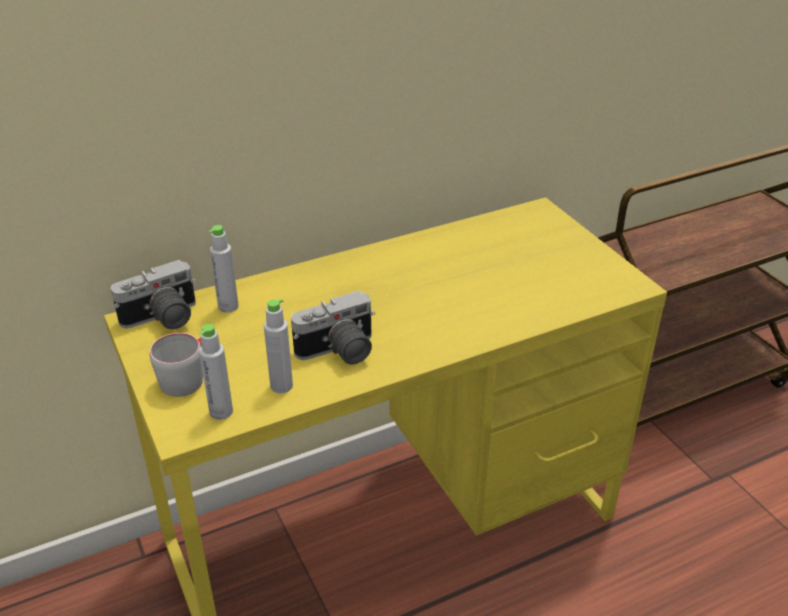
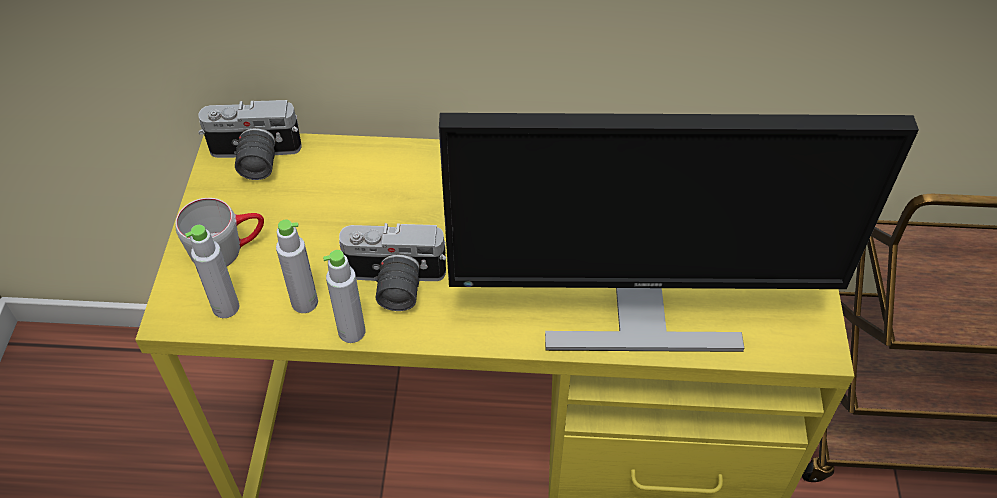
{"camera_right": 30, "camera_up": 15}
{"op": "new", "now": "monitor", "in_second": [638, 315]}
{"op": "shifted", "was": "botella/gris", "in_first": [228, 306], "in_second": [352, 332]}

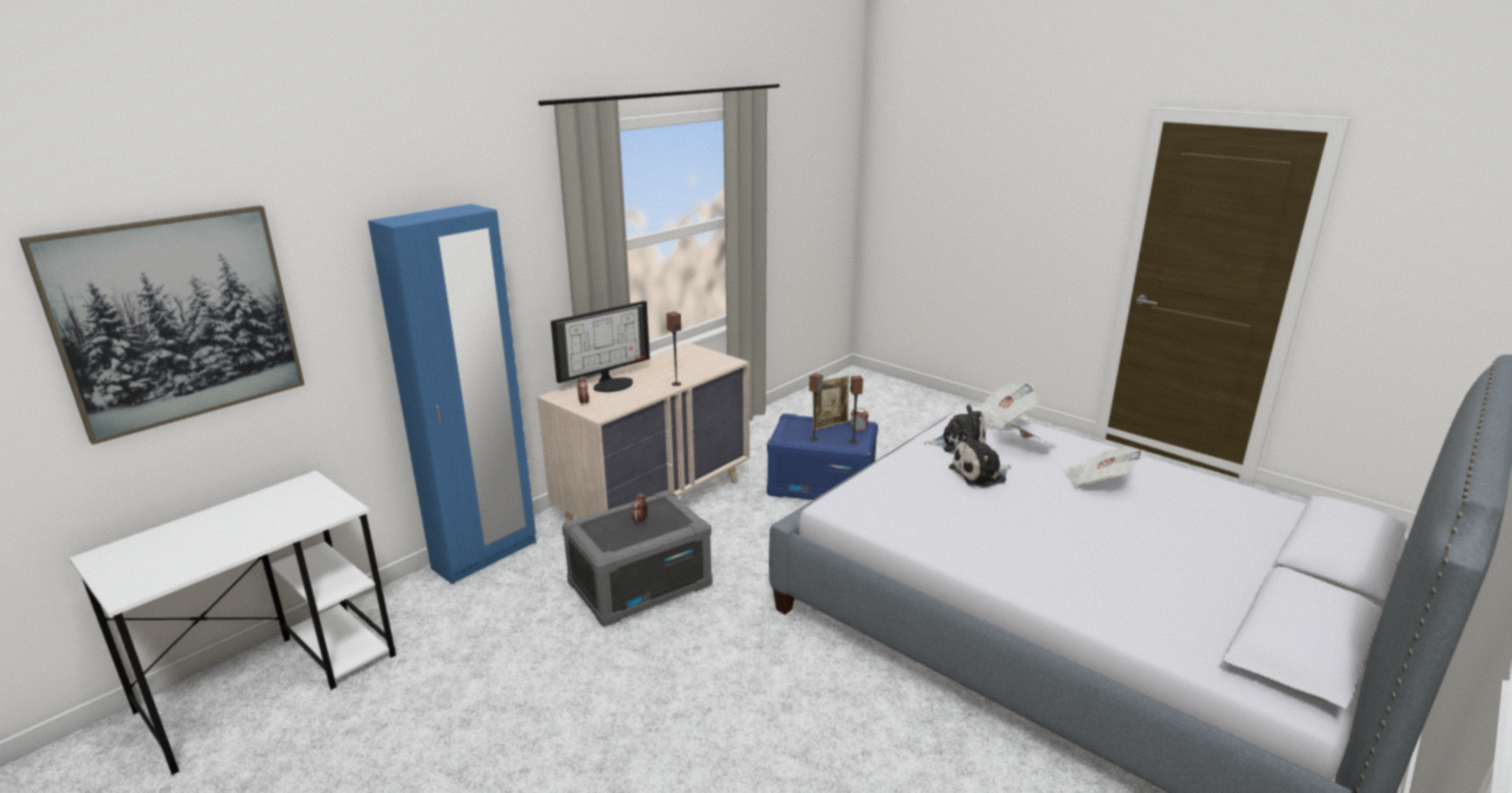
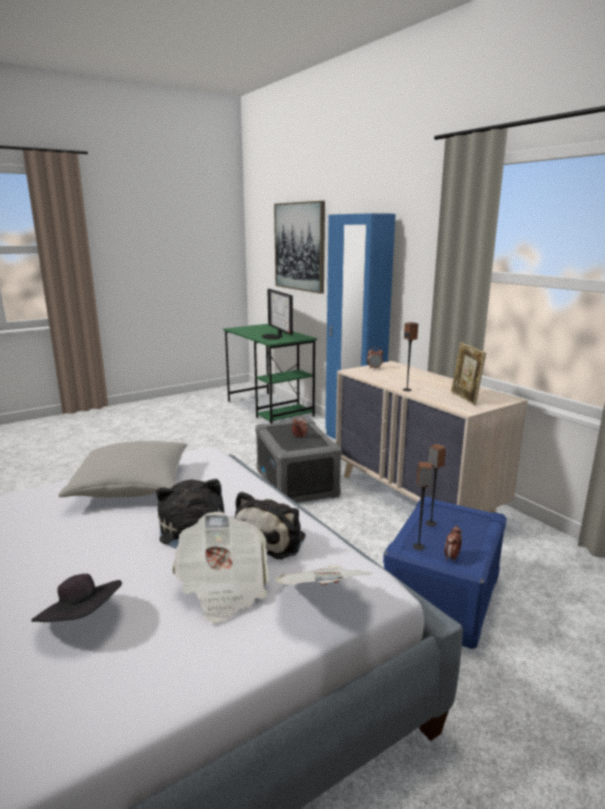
{"camera_right": 105, "camera_up": -5}
{"op": "new", "now": "cojín/gris", "in_second": [131, 486]}
{"op": "shifted", "was": "monitor", "in_first": [611, 383], "in_second": [274, 337]}
{"op": "shifted", "was": "portarretratos", "in_first": [830, 425], "in_second": [465, 398]}
{"op": "swapped", "was": "periódico", "now": "sombrero/negro", "in_first": [1098, 482], "in_second": [83, 620]}
{"op": "repainted", "was": "escritorio/blanco", "now": "escritorio/verde", "in_first": [272, 681], "in_second": [270, 408]}

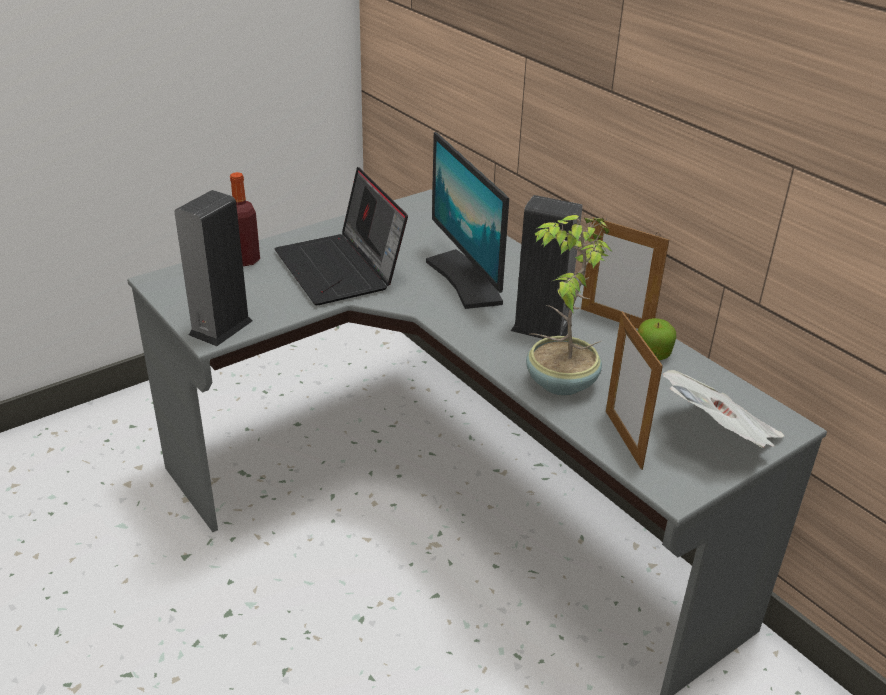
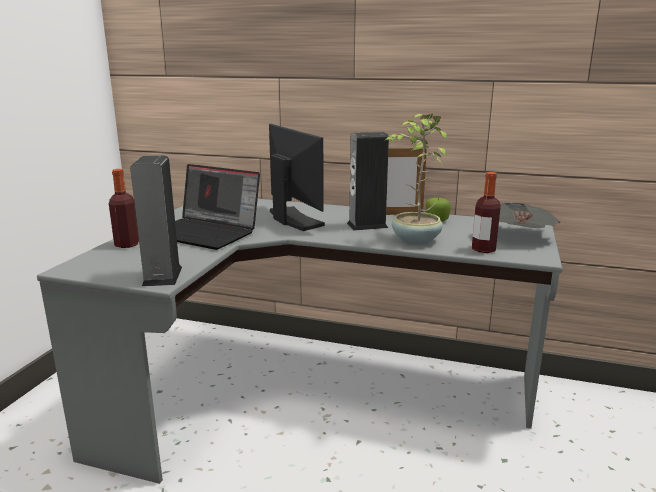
{"camera_right": -35, "camera_up": -15}
{"op": "swapped", "was": "portarretratos", "now": "botella", "in_first": [623, 439], "in_second": [483, 249]}
{"op": "rotated", "was": "monitor", "in_first": [467, 280], "in_second": [293, 219], "clockwise": -150}

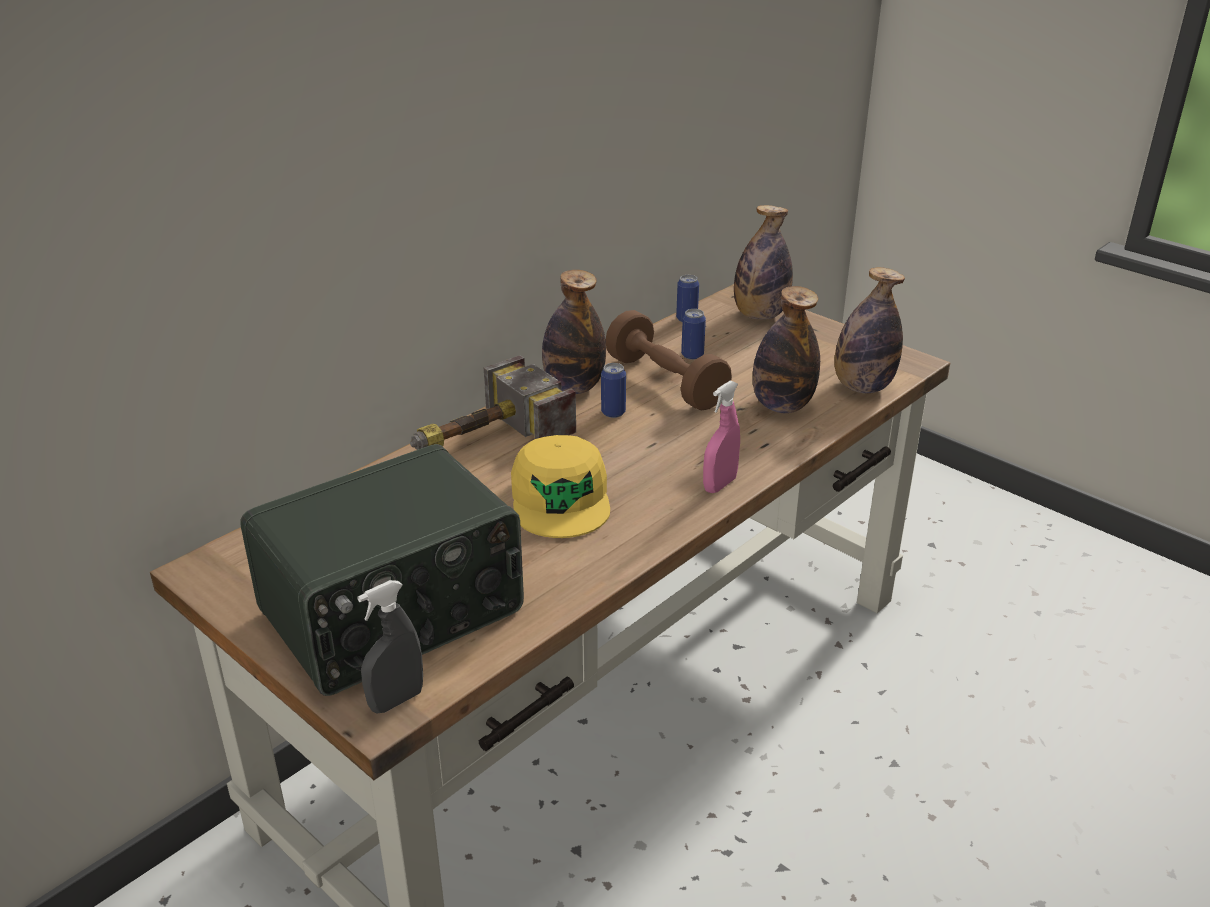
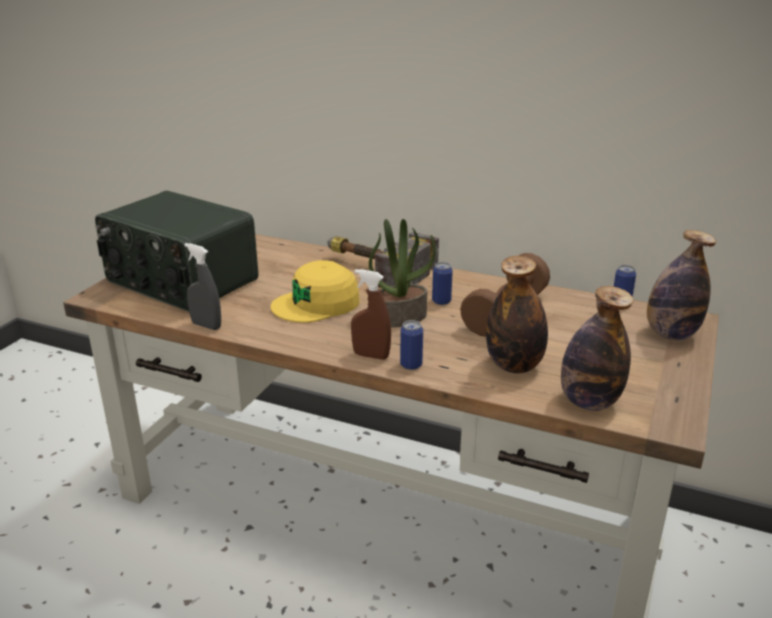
{"camera_right": 70, "camera_up": -5}
{"op": "gone", "was": "botella", "in_first": [574, 387]}
{"op": "new", "now": "planta en maceta", "in_second": [400, 317]}
{"op": "shifted", "was": "pulverizador/gris", "in_first": [396, 700], "in_second": [206, 326]}
{"op": "shifted", "was": "lata", "in_first": [692, 355], "in_second": [411, 365]}
{"op": "repainted", "was": "pulverizador/rosa", "now": "pulverizador/marrón", "in_first": [720, 485], "in_second": [371, 355]}

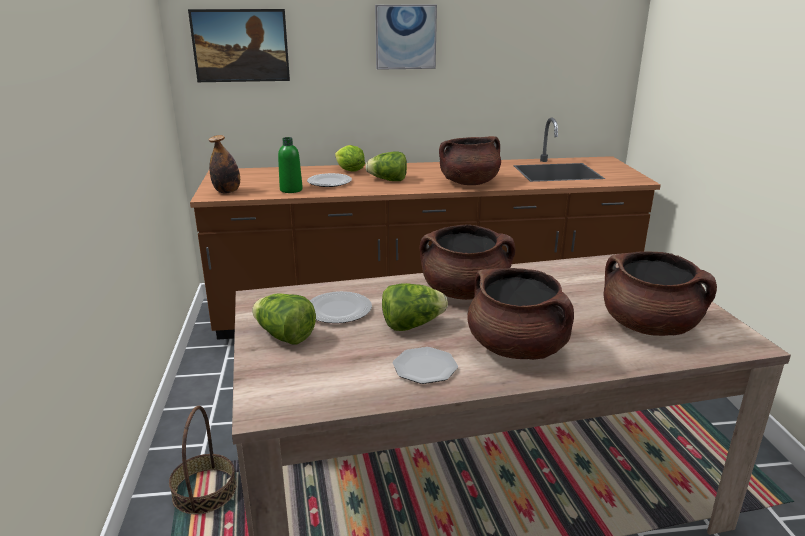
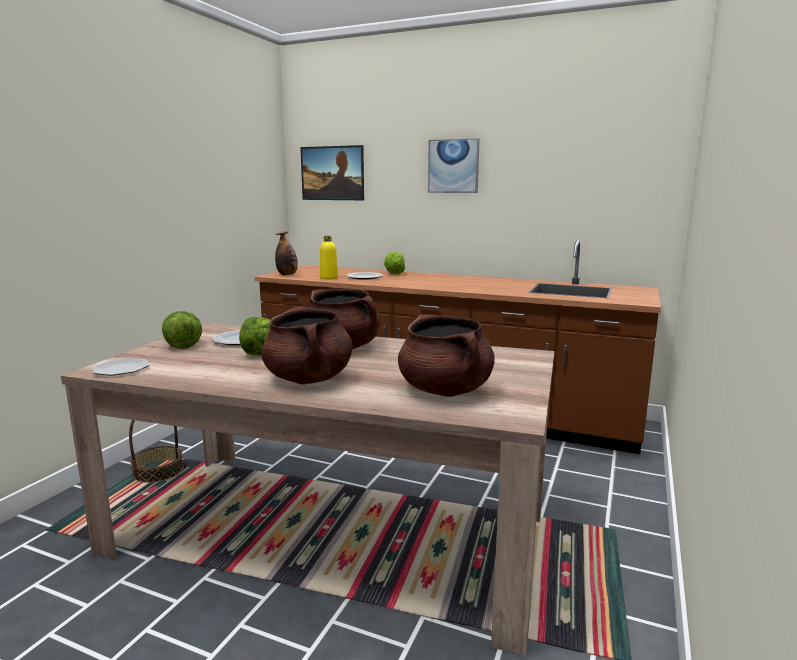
{"camera_right": 30, "camera_up": -10}
{"op": "gone", "was": "lechuga", "in_first": [388, 180]}
{"op": "gone", "was": "olla/marrón", "in_first": [469, 183]}
{"op": "shifted", "was": "plato", "in_first": [424, 367], "in_second": [121, 369]}
{"op": "repainted", "was": "botella/verde", "now": "botella/amarillo", "in_first": [291, 190], "in_second": [328, 278]}

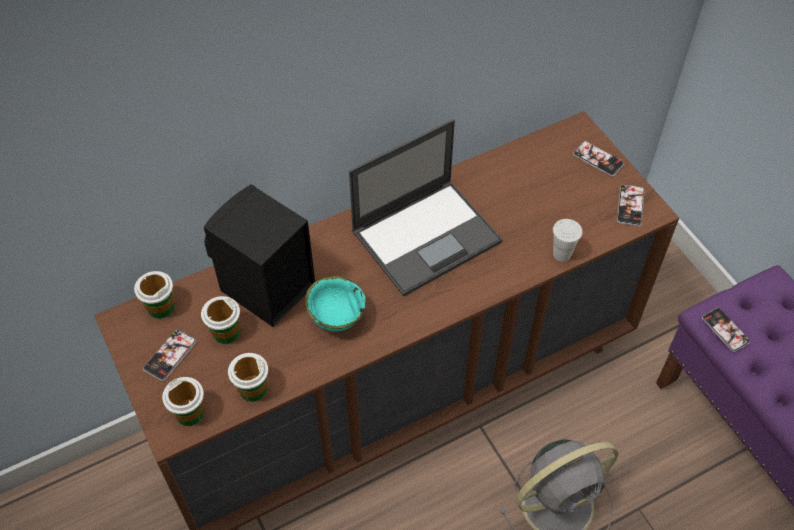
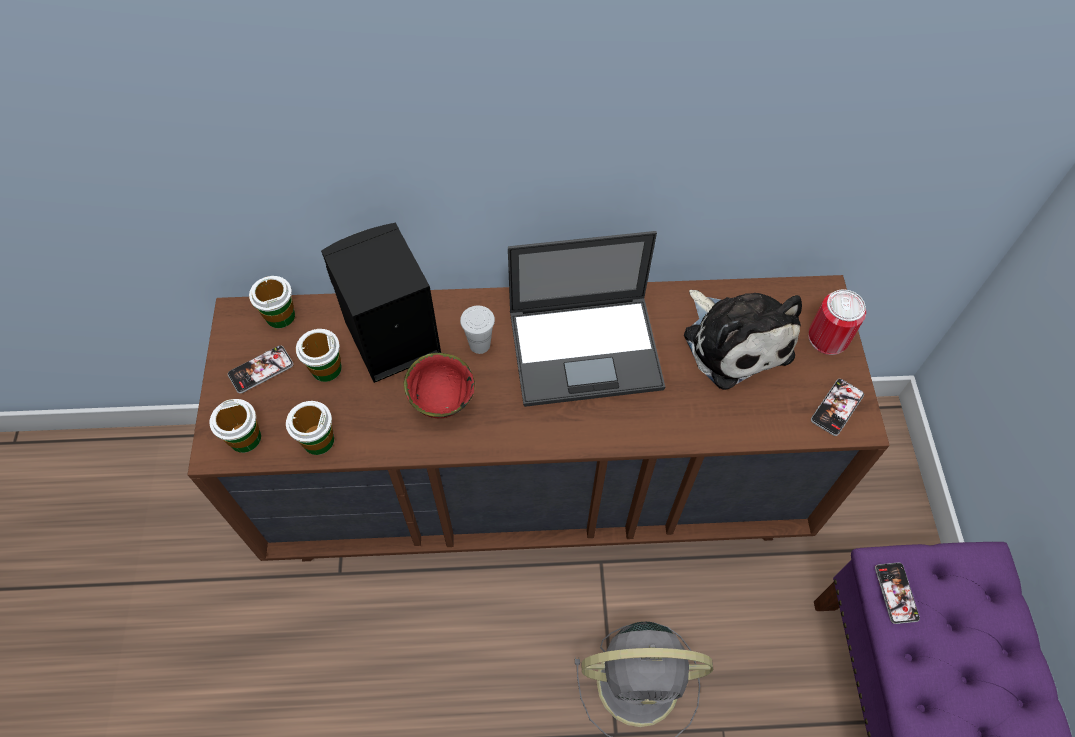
{"camera_right": 25, "camera_up": 5}
{"op": "new", "now": "peluche", "in_second": [734, 340]}
{"op": "shifted", "was": "taza/blanco", "in_first": [562, 254], "in_second": [479, 345]}
{"op": "swapped", "was": "móvil", "now": "lata", "in_first": [598, 159], "in_second": [828, 338]}
{"op": "repainted", "was": "cuenco/turquesa", "now": "cuenco/rojo", "in_first": [336, 317], "in_second": [442, 400]}

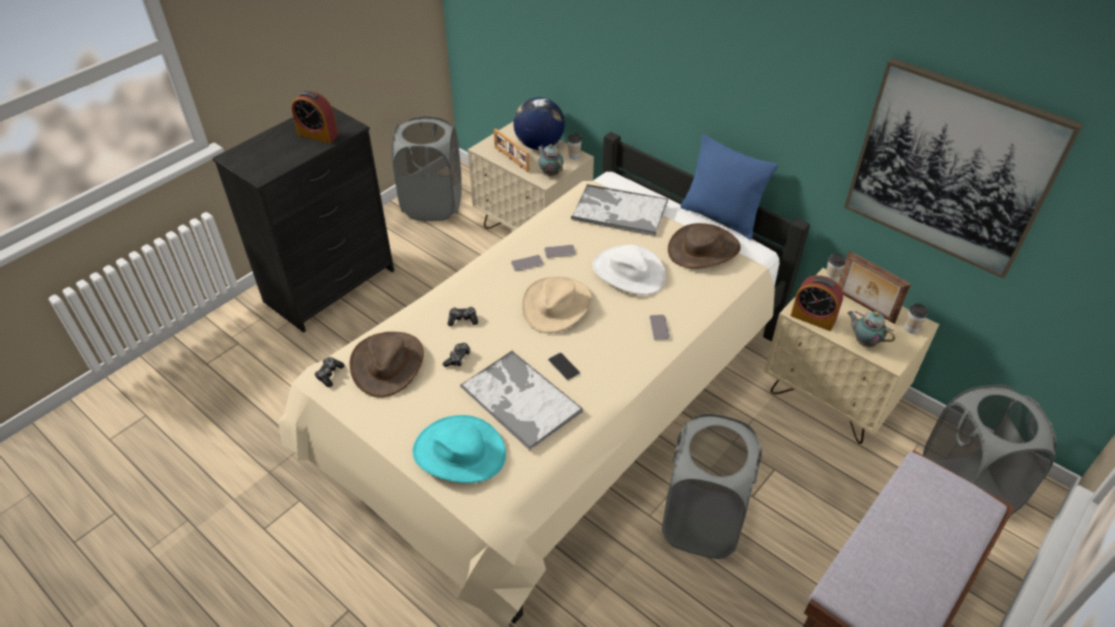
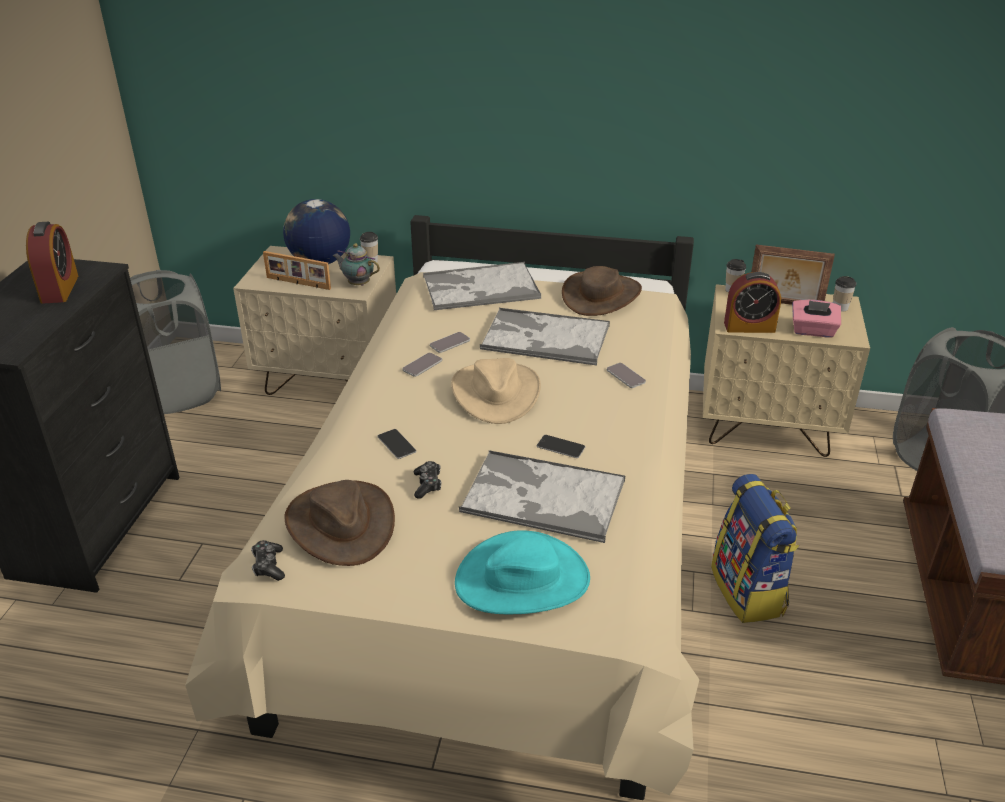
{"camera_right": -30, "camera_up": -10}
{"op": "gone", "was": "cojín/azul", "in_first": [721, 218]}
{"op": "gone", "was": "cuadro", "in_first": [951, 168]}
{"op": "swapped", "was": "mando de consola", "now": "móvil", "in_first": [463, 319], "in_second": [396, 444]}
{"op": "swapped", "was": "sombrero/blanco", "now": "bandeja", "in_first": [628, 272], "in_second": [544, 338]}
{"op": "swapped", "was": "cesto de la ropa/gris", "now": "mochila", "in_first": [702, 521], "in_second": [749, 591]}
{"op": "swapped", "was": "tetera", "now": "caja de pañuelos/rosa", "in_first": [864, 342], "in_second": [813, 331]}
{"op": "rotated", "was": "despertador", "in_first": [318, 135], "in_second": [59, 289], "clockwise": -90}

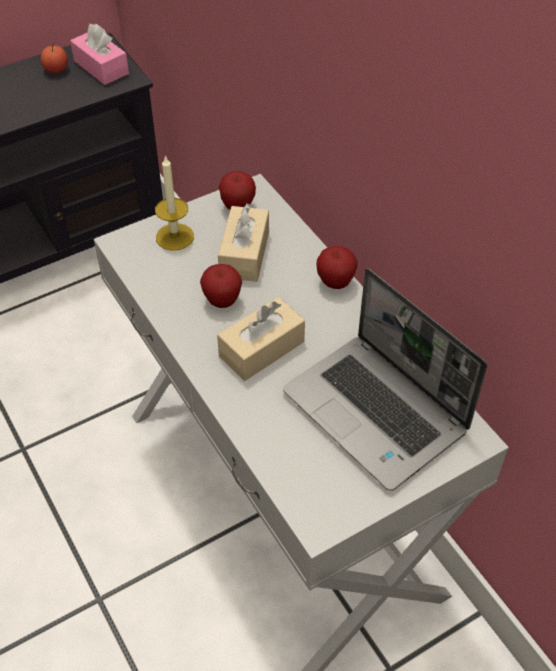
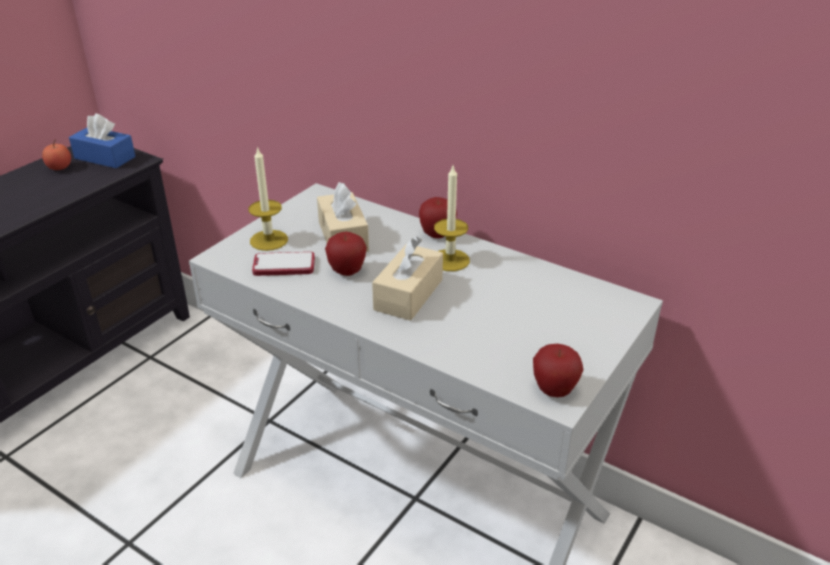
{"camera_right": -25, "camera_up": -15}
{"op": "gone", "was": "portátil", "in_first": [377, 412]}
{"op": "new", "now": "móvil", "in_second": [284, 265]}
{"op": "new", "now": "vela", "in_second": [450, 260]}
{"op": "shifted", "was": "manzana", "in_first": [238, 207], "in_second": [554, 391]}
{"op": "repainted", "was": "caja de pañuelos/rosa", "now": "caja de pañuelos/azul", "in_first": [101, 67], "in_second": [105, 157]}

